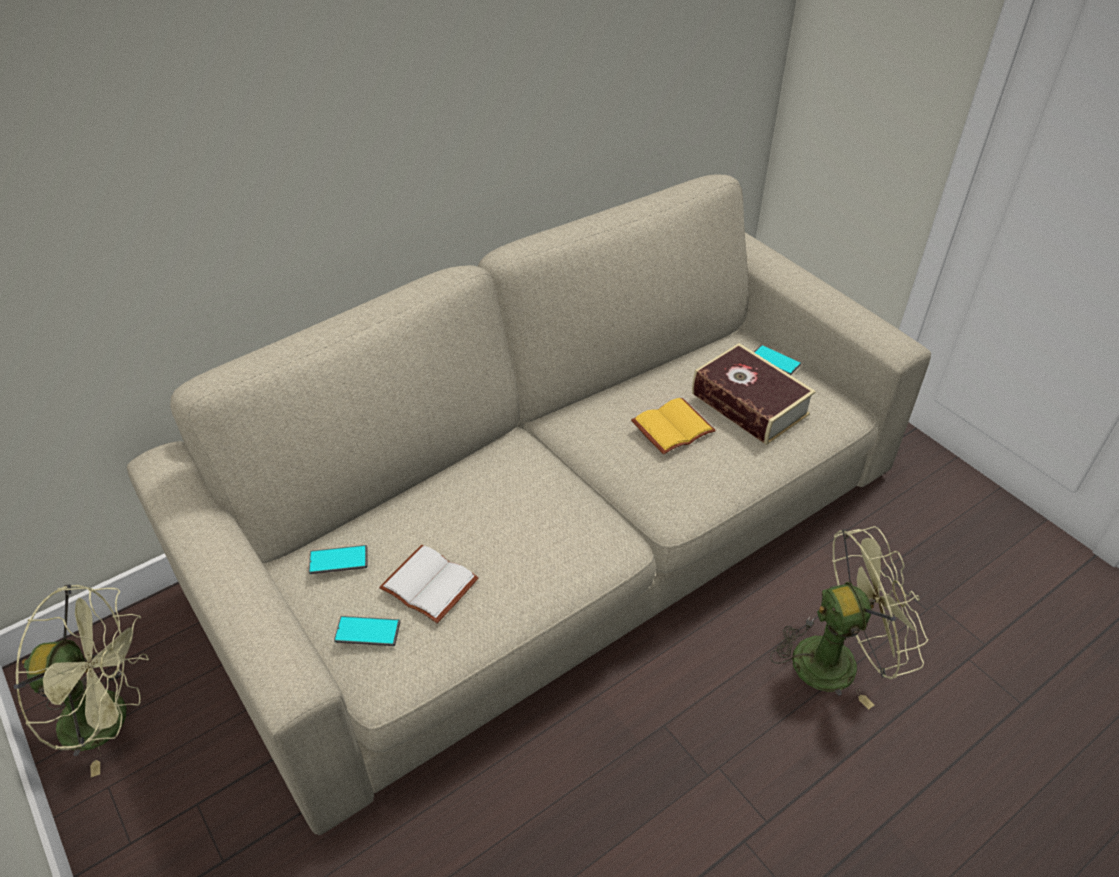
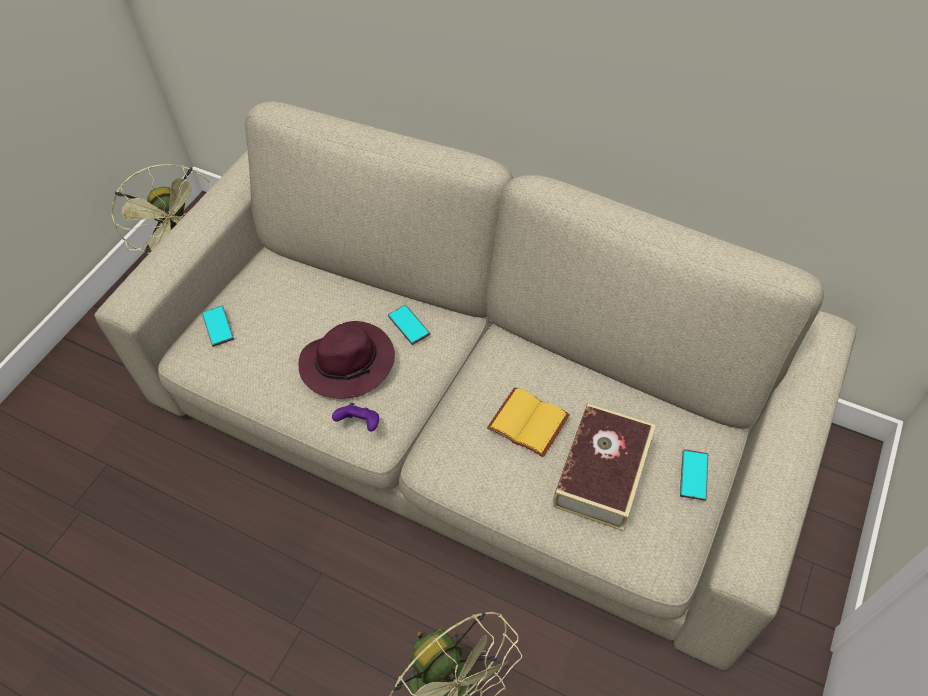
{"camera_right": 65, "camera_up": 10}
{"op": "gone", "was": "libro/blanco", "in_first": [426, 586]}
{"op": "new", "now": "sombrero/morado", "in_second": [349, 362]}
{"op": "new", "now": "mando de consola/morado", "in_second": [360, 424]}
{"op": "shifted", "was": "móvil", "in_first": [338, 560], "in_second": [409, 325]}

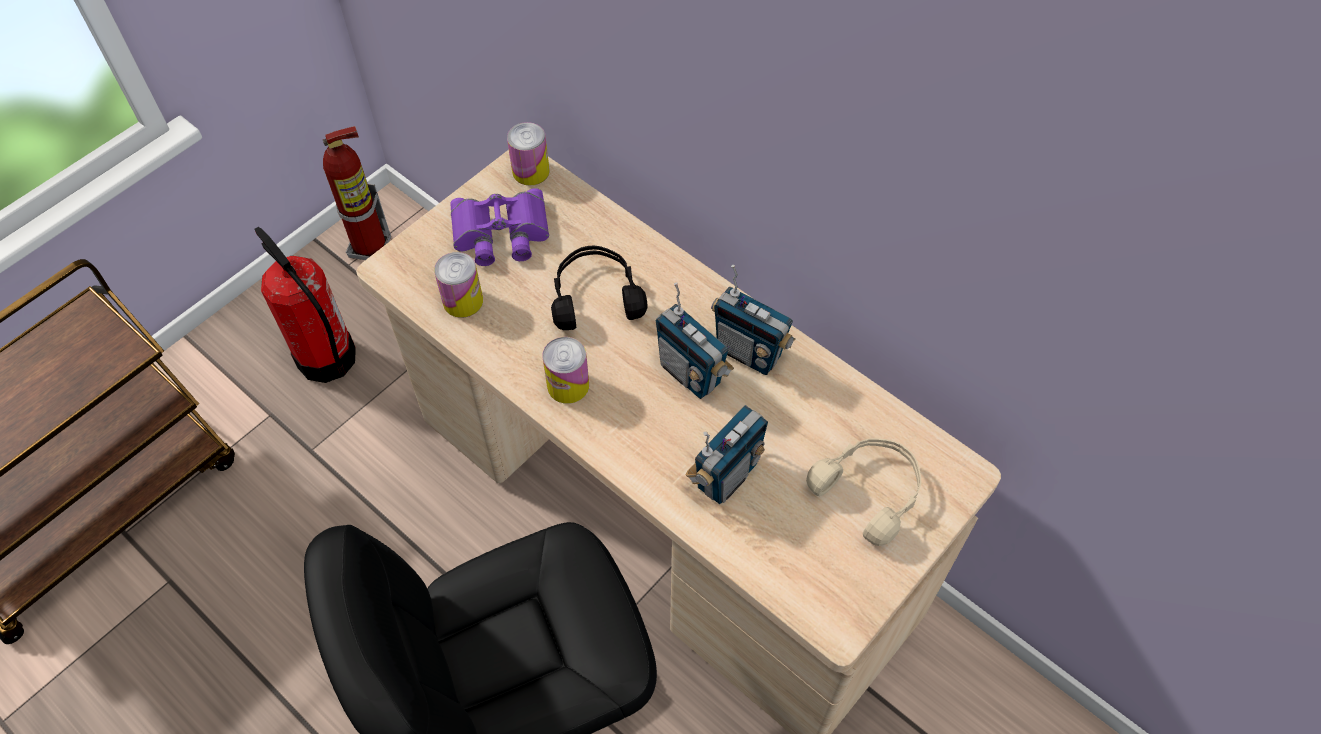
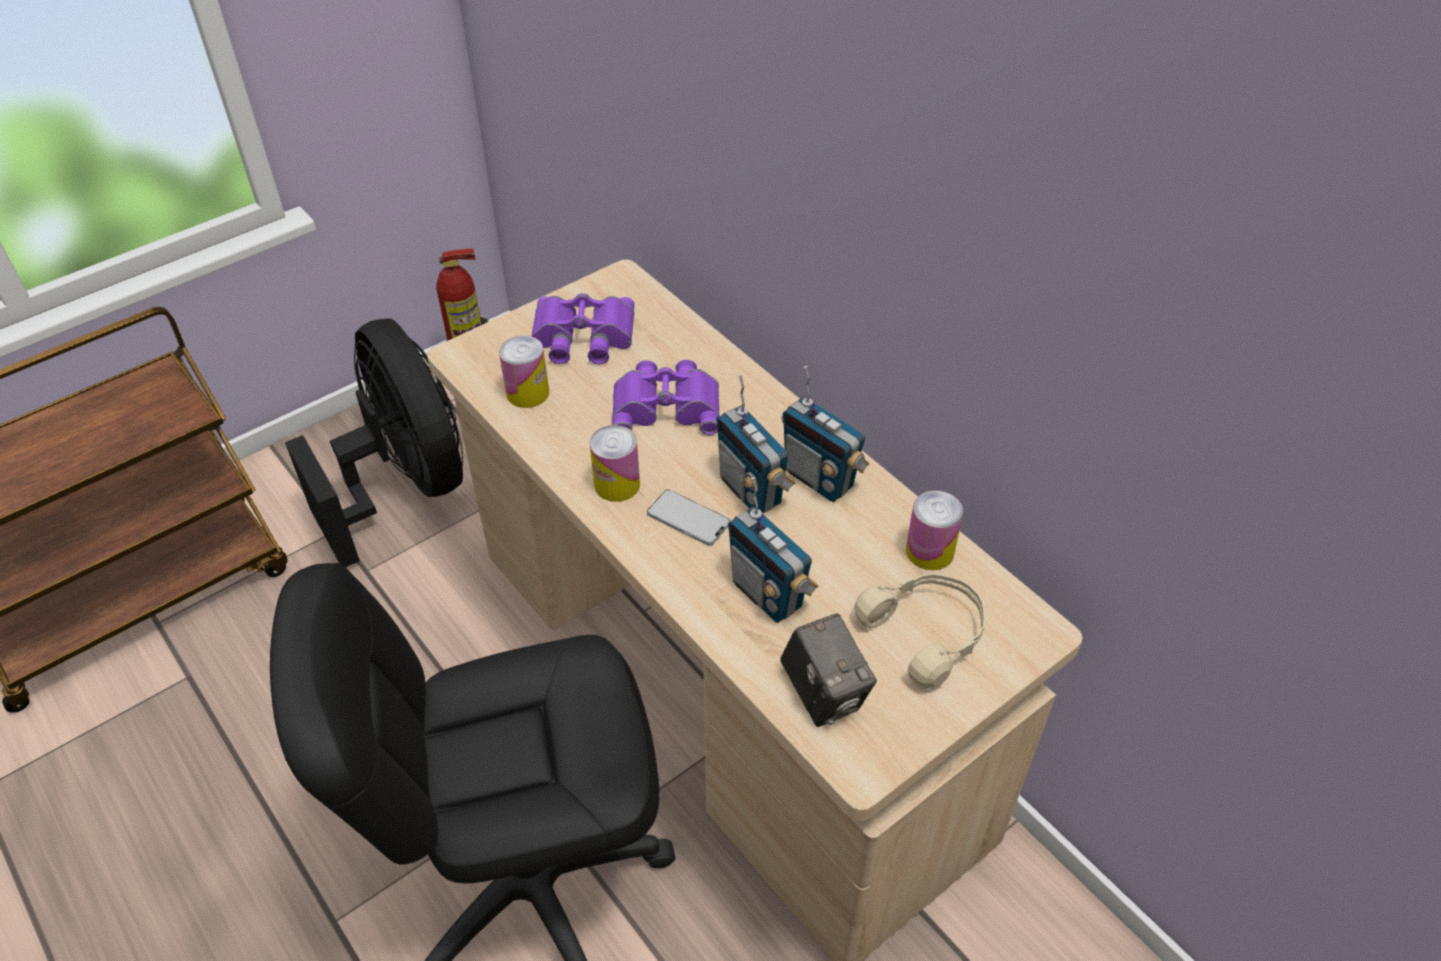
{"camera_right": 10, "camera_up": -10}
{"op": "new", "now": "móvil", "in_second": [688, 519]}
{"op": "new", "now": "cámara", "in_second": [824, 694]}
{"op": "shifted", "was": "lata", "in_first": [531, 171], "in_second": [929, 551]}
{"op": "swapped", "was": "extintor", "now": "ventilador/negro", "in_first": [326, 358], "in_second": [405, 485]}
{"op": "swapped", "was": "auriculares/negro", "now": "prismáticos/morado", "in_first": [595, 295], "in_second": [667, 405]}
{"op": "rotated", "was": "radio", "in_first": [726, 475], "in_second": [768, 594], "clockwise": 90}

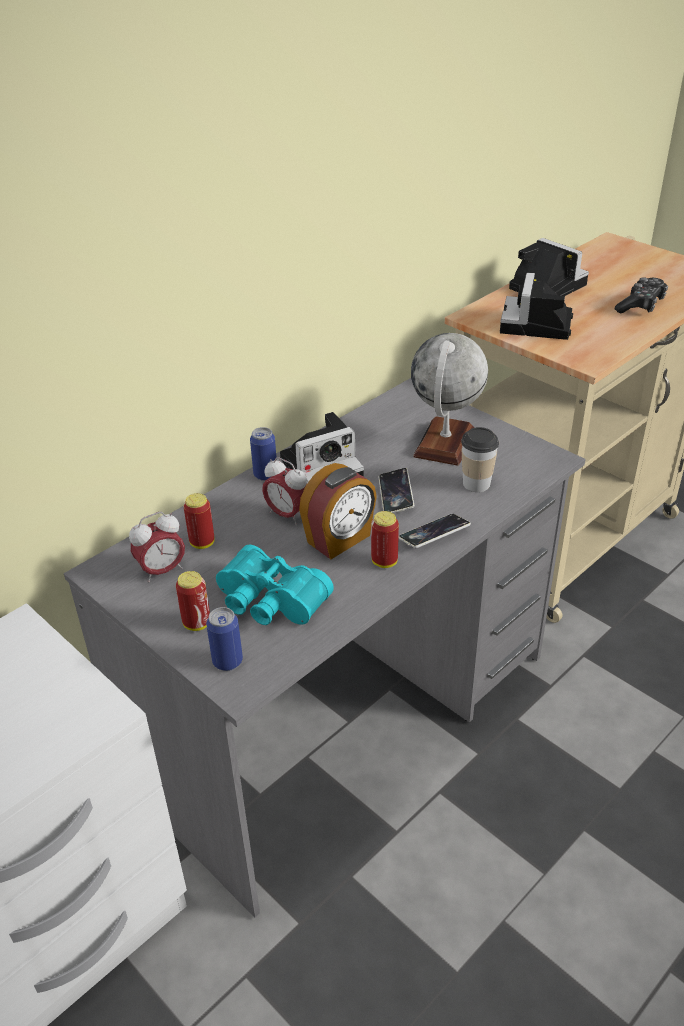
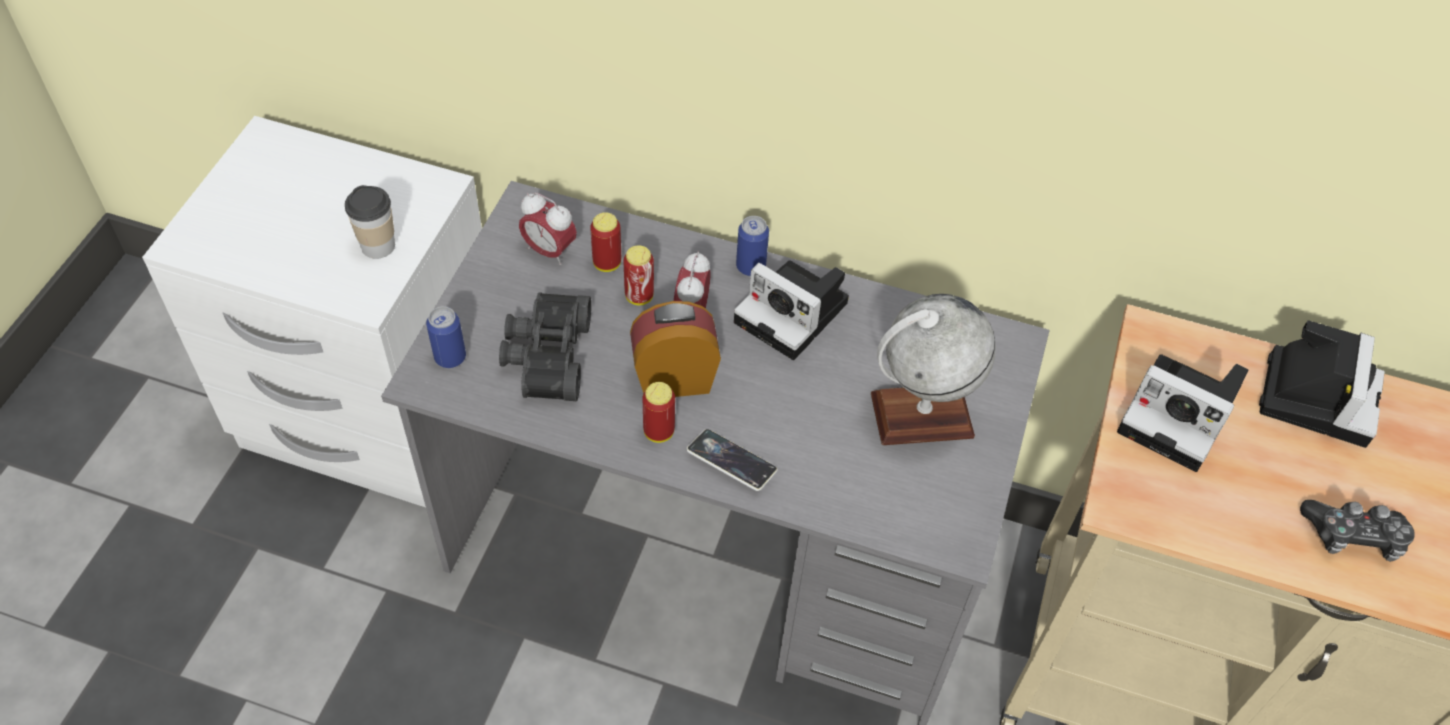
{"camera_right": 60, "camera_up": 15}
{"op": "gone", "was": "móvil", "in_first": [395, 494]}
{"op": "shifted", "was": "lata", "in_first": [197, 623], "in_second": [639, 296]}
{"op": "shifted", "was": "taza", "in_first": [476, 483], "in_second": [378, 246]}
{"op": "repainted", "was": "prismáticos/turquesa", "now": "prismáticos/negro", "in_first": [269, 602], "in_second": [545, 356]}
{"op": "rotated", "was": "despertador", "in_first": [340, 540], "in_second": [674, 378], "clockwise": 150}
{"op": "rotated", "was": "cámara", "in_first": [536, 326], "in_second": [1181, 416], "clockwise": -135}

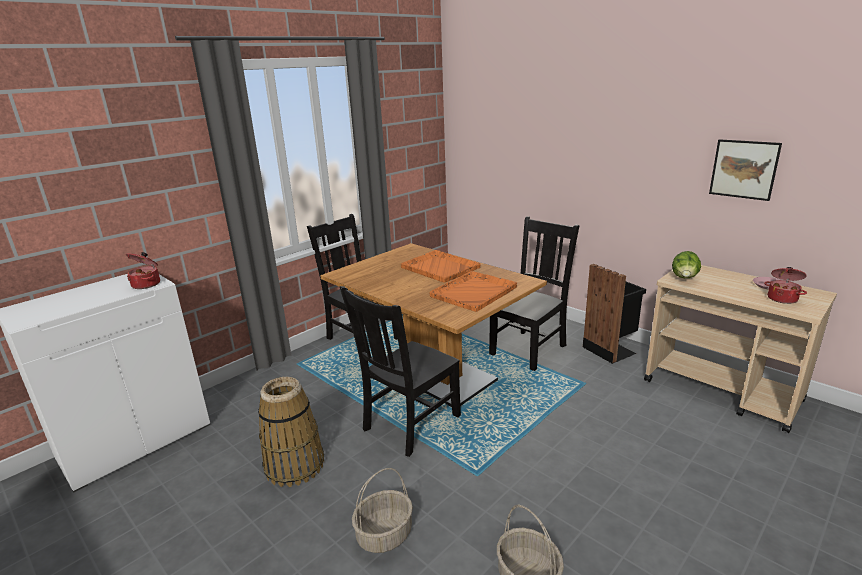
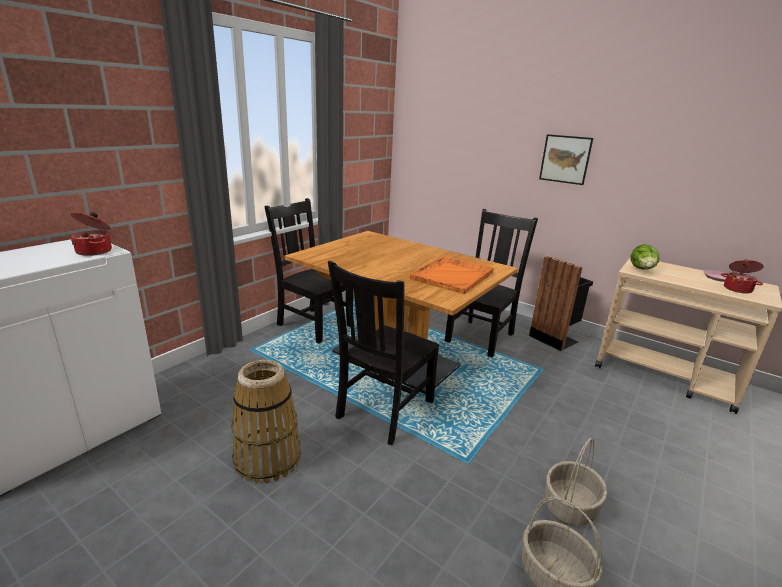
{"camera_right": -10, "camera_up": 0}
{"op": "gone", "was": "bandeja/naranja", "in_first": [439, 267]}
{"op": "shifted", "was": "cesta", "in_first": [384, 535], "in_second": [570, 507]}
{"op": "shifted", "was": "cuadro", "in_first": [744, 169], "in_second": [565, 159]}

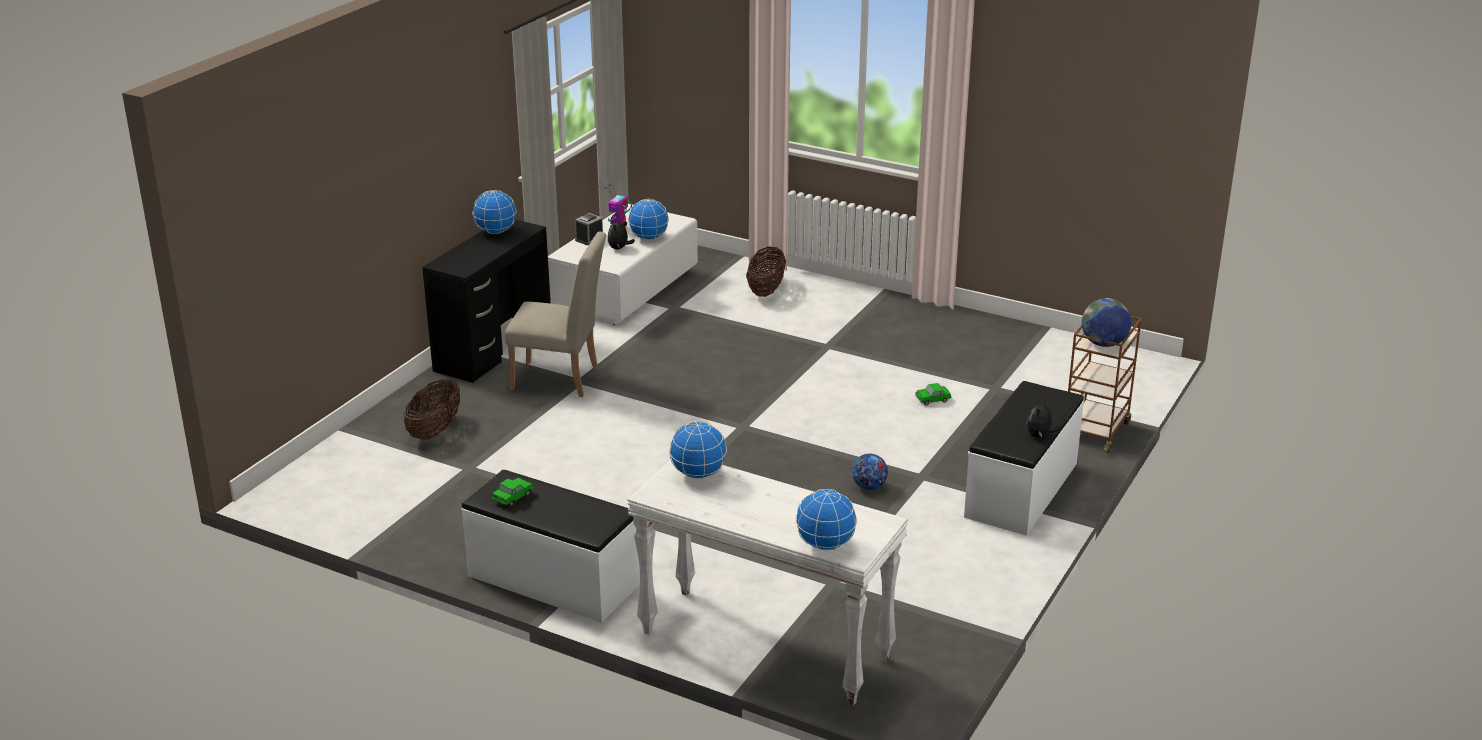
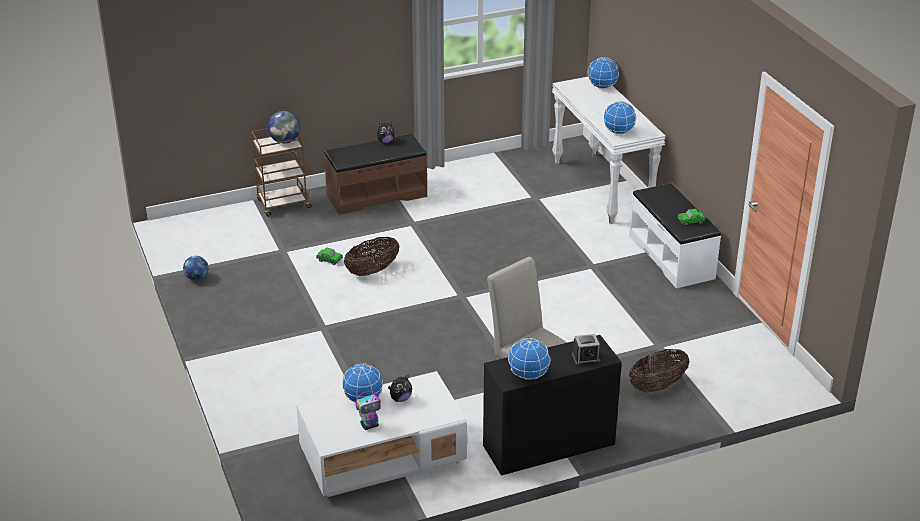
{"camera_right": -140, "camera_up": 5}
{"op": "shifted", "was": "despertador", "in_first": [589, 239], "in_second": [586, 358]}
{"op": "shifted", "was": "cesta", "in_first": [766, 290], "in_second": [372, 271]}
{"op": "shifted", "was": "balón de fútbol", "in_first": [869, 486], "in_second": [197, 278]}
{"op": "repainted", "was": "banco/blanco", "now": "banco/marrón", "in_first": [1022, 490], "in_second": [376, 195]}

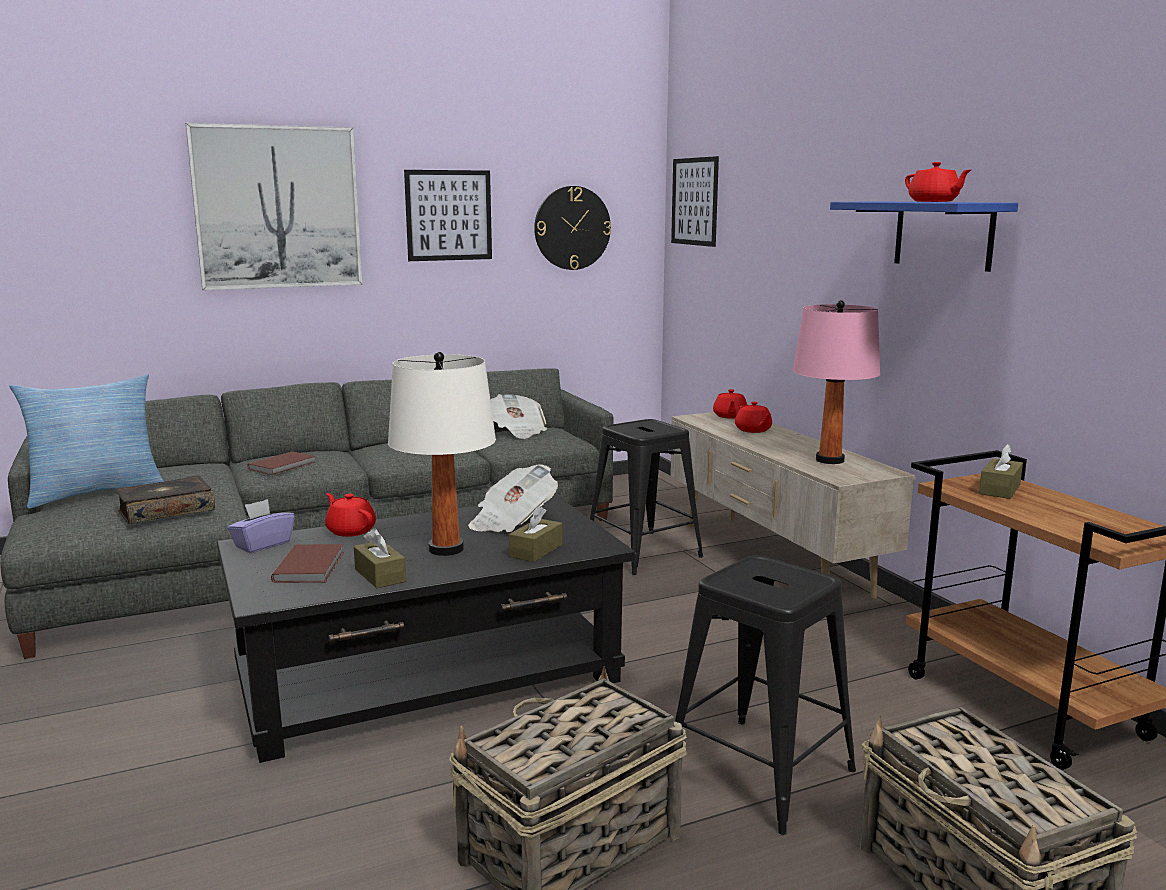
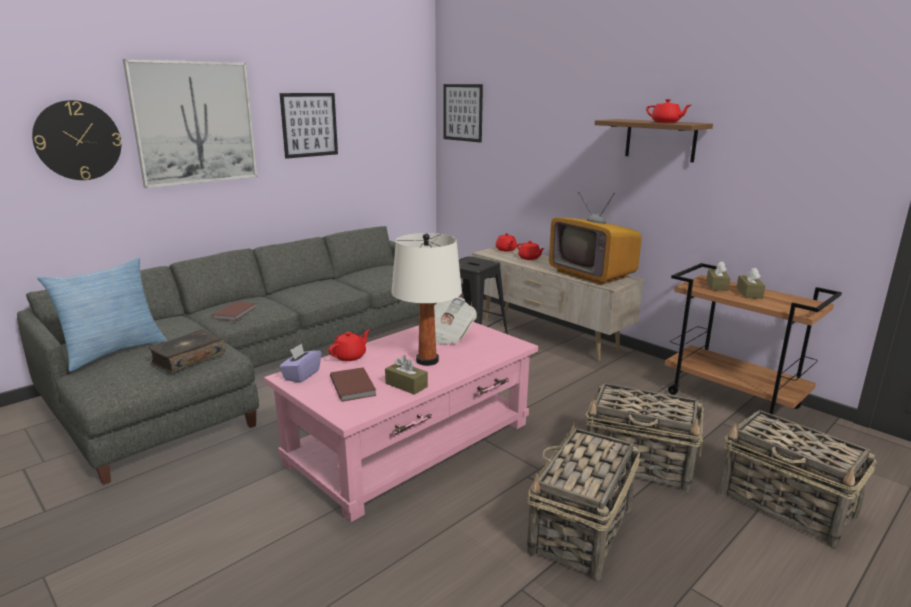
{"camera_right": -20, "camera_up": 5}
{"op": "gone", "was": "periódico", "in_first": [517, 431]}
{"op": "shifted", "was": "caja de pañuelos/marrón", "in_first": [536, 551], "in_second": [749, 293]}
{"op": "shifted", "was": "reloj de pared", "in_first": [572, 228], "in_second": [78, 140]}
{"op": "swapped", "was": "taburete/negro", "now": "cesta", "in_first": [758, 772], "in_second": [640, 463]}
{"op": "swapped", "was": "lámpara de mesa/rosa", "now": "televisor", "in_first": [830, 460], "in_second": [592, 274]}
{"op": "repainted", "was": "mesa de centro/negro", "now": "mesa de centro/rosa", "in_first": [430, 677], "in_second": [412, 443]}
{"op": "repainted", "was": "estante/azul", "now": "estante/marrón", "in_first": [943, 234], "in_second": [660, 140]}
{"op": "rotated", "was": "tetera/rojo", "in_first": [350, 530], "in_second": [350, 356], "clockwise": 105}

